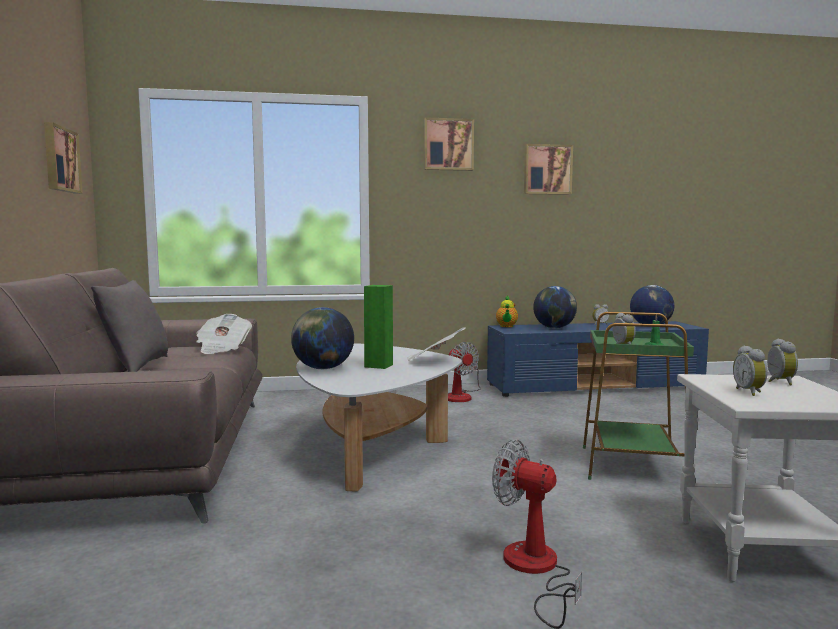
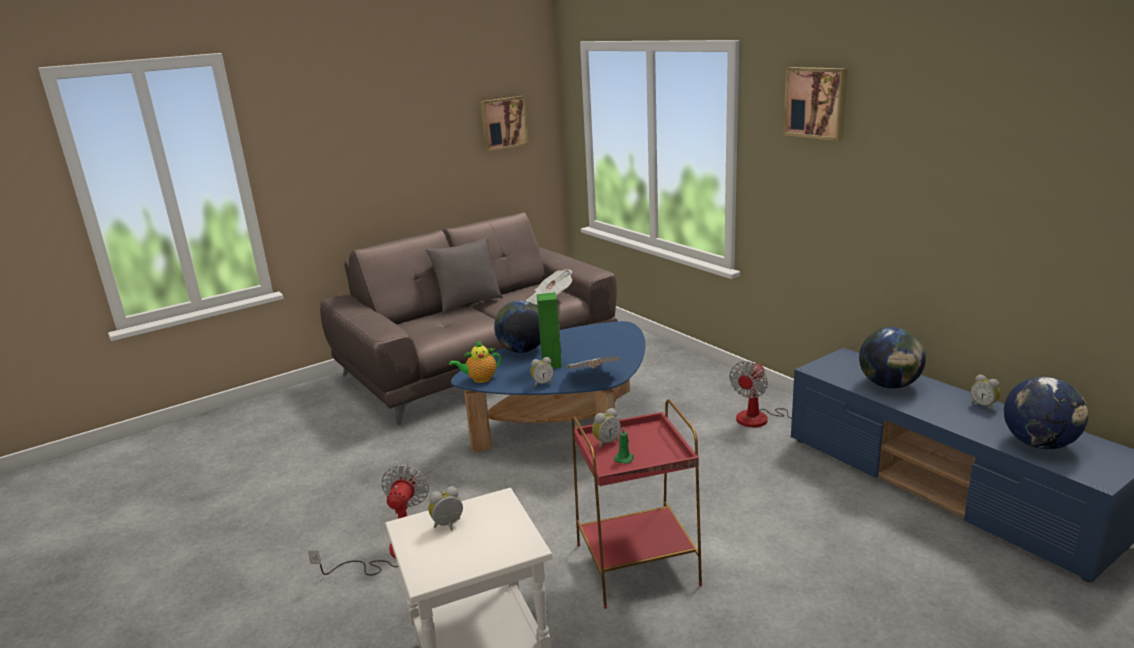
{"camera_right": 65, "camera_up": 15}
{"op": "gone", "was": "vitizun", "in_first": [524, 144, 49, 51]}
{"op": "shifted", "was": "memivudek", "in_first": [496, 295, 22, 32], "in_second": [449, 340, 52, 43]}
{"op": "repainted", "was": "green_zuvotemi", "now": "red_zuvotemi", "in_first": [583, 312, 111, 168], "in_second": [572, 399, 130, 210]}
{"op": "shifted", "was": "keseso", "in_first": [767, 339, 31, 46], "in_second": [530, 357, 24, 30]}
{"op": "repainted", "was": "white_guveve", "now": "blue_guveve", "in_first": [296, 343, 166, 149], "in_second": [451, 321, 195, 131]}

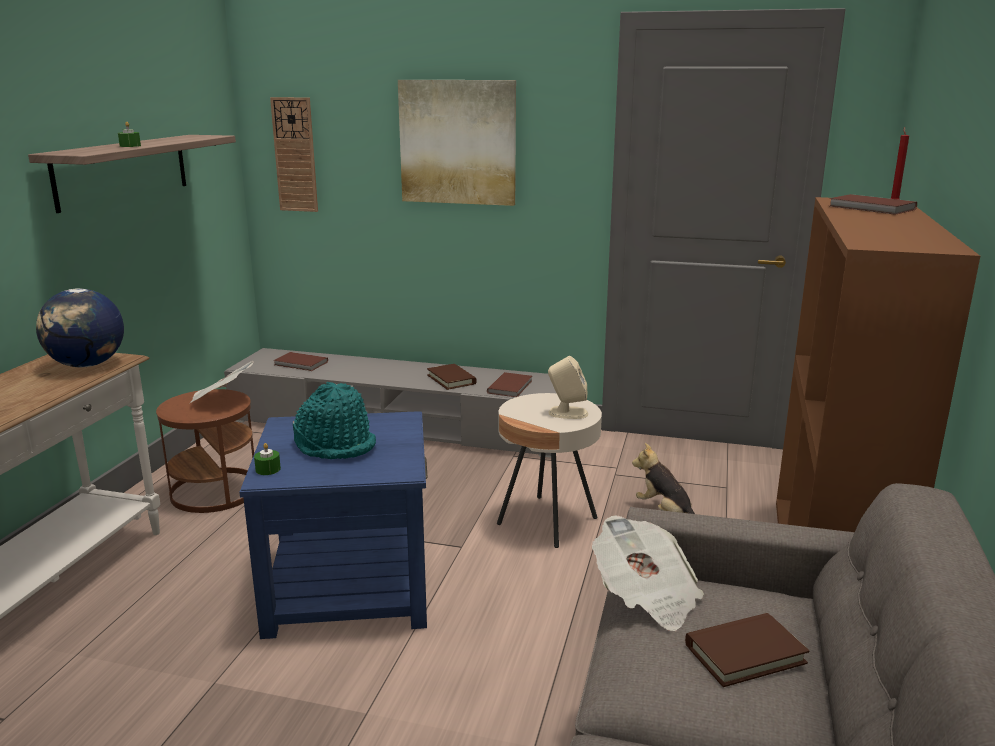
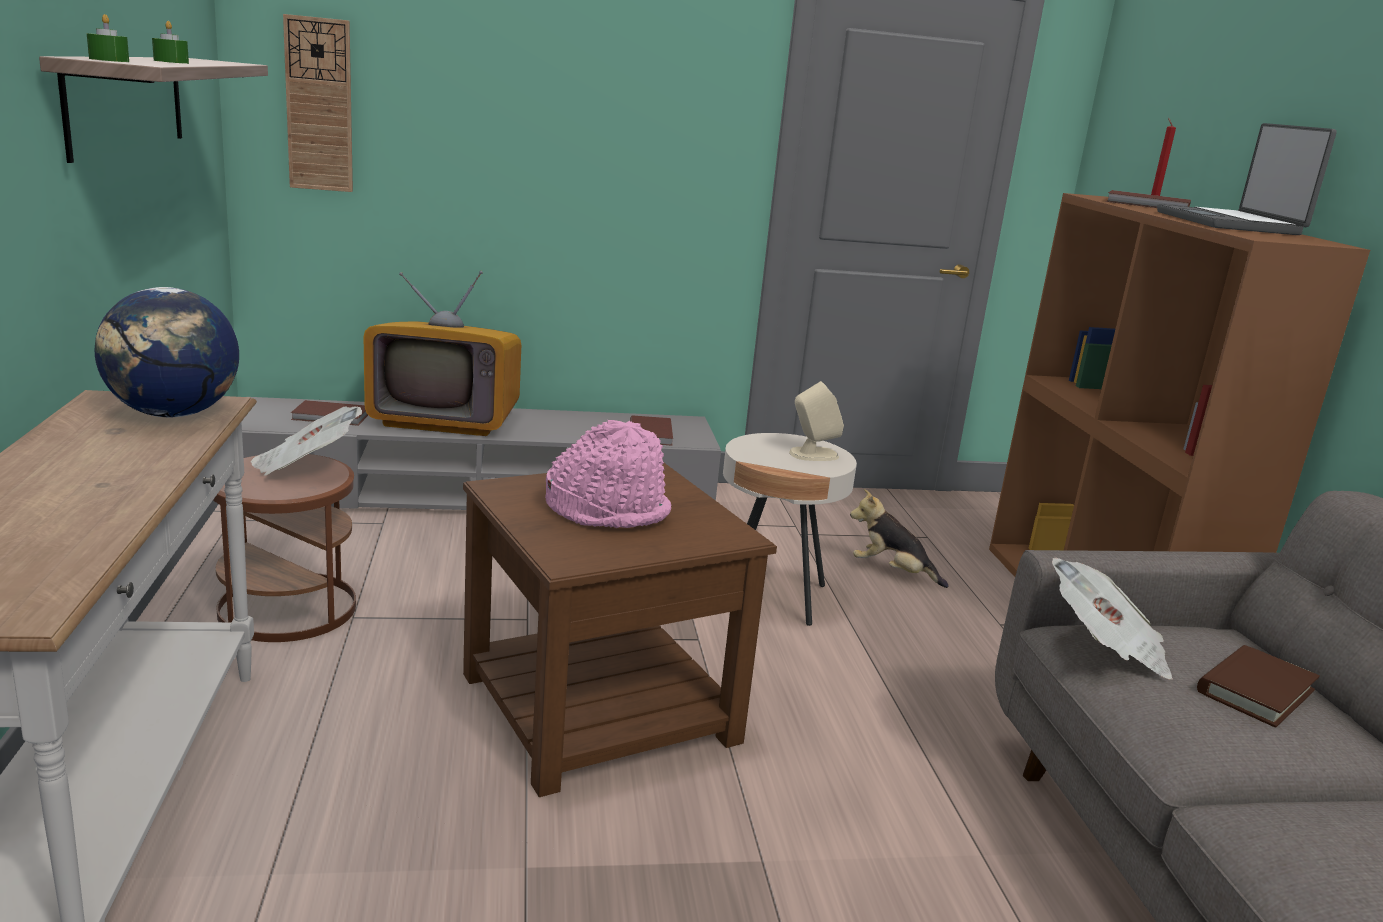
{"camera_right": -25, "camera_up": 0}
{"op": "gone", "was": "vitizun", "in_first": [398, 80, 118, 126]}
{"op": "gone", "was": "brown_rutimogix", "in_first": [427, 364, 50, 26]}
{"op": "repainted", "was": "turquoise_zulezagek", "now": "pink_zulezagek", "in_first": [293, 382, 83, 77], "in_second": [545, 420, 126, 108]}
{"op": "repainted", "was": "blue_zuvotemi", "now": "brown_zuvotemi", "in_first": [239, 411, 188, 228], "in_second": [463, 463, 314, 334]}
{"op": "shifted", "was": "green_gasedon", "in_first": [254, 443, 27, 32], "in_second": [87, 14, 42, 48]}
{"op": "new", "now": "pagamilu", "in_second": [1157, 123, 180, 112]}
{"op": "new", "now": "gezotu", "in_second": [363, 271, 158, 165]}

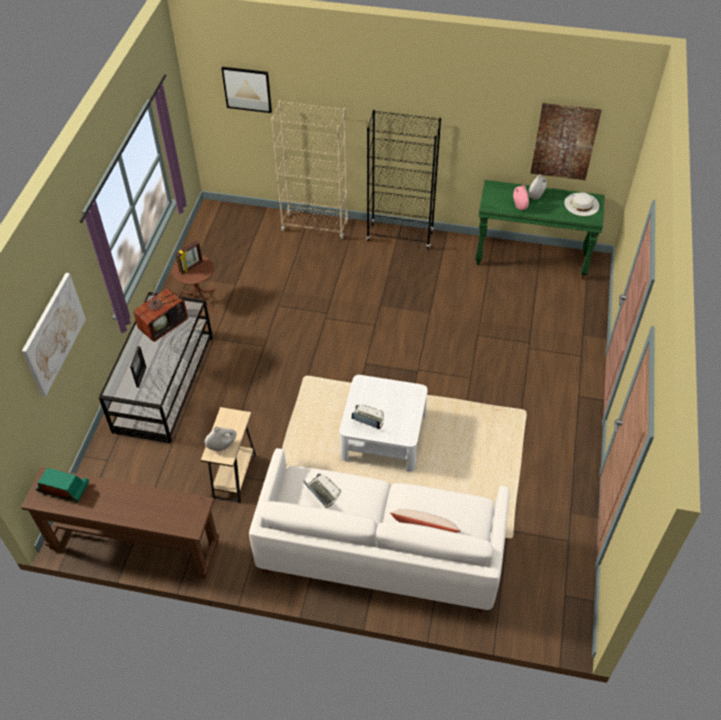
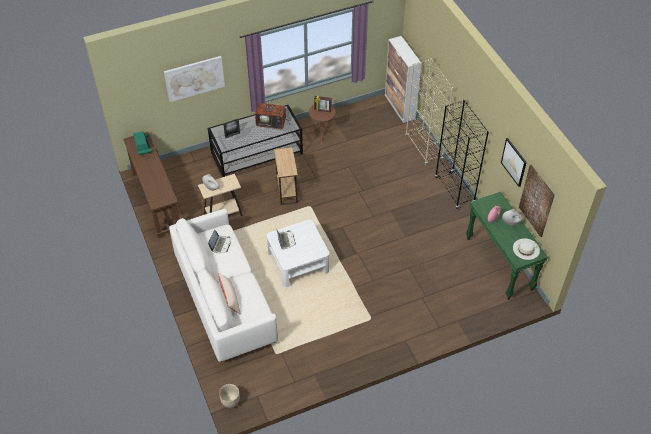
{"camera_right": 55, "camera_up": 0}
{"op": "shifted", "was": "vitizun", "in_first": [221, 67, 51, 46], "in_second": [501, 138, 26, 49]}
{"op": "new", "now": "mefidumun", "in_second": [385, 36, 37, 87]}
{"op": "new", "now": "brown_zuvotemi", "in_second": [274, 147, 24, 58]}
{"op": "new", "now": "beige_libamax", "in_second": [219, 384, 21, 24]}

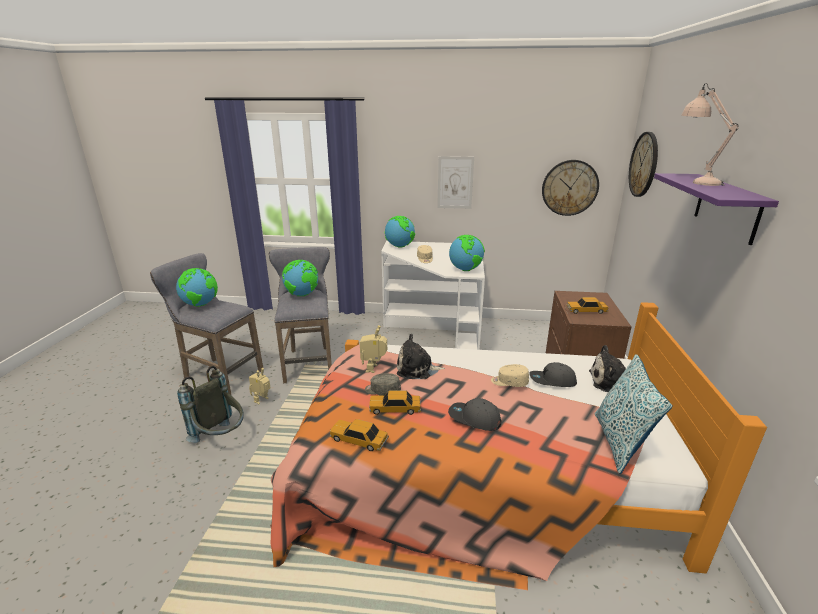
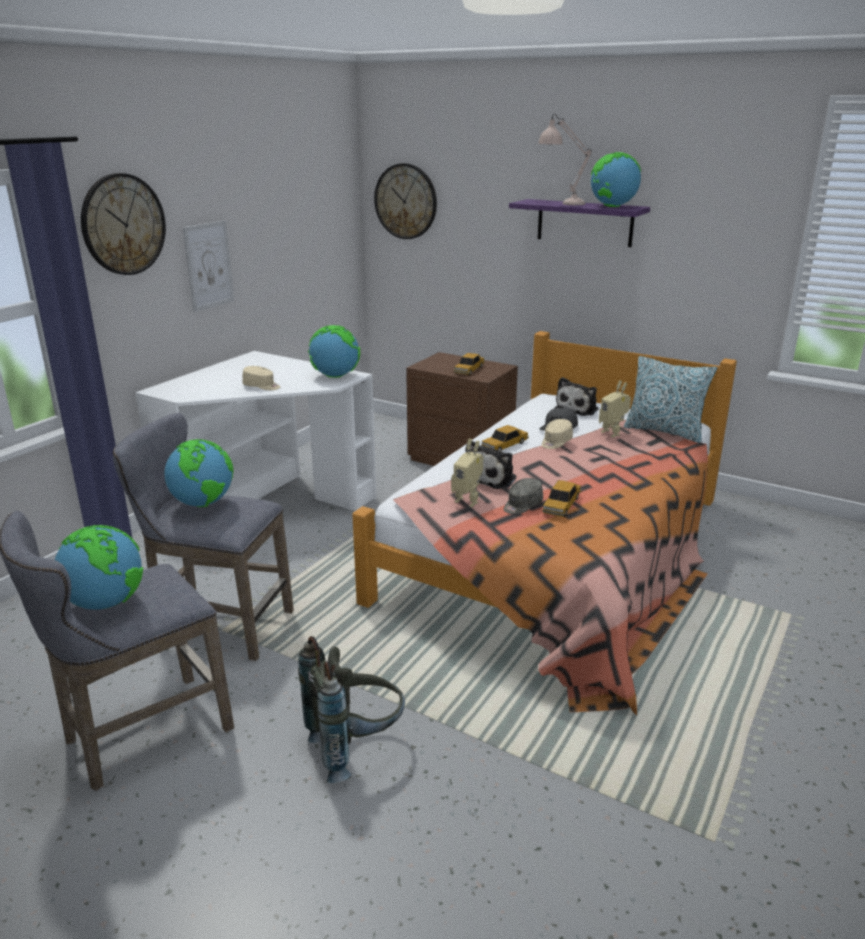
{"camera_right": -65, "camera_up": 0}
{"op": "shifted", "was": "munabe", "in_first": [542, 160, 57, 56], "in_second": [81, 173, 85, 102]}
{"op": "shifted", "was": "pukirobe", "in_first": [384, 216, 31, 32], "in_second": [591, 152, 50, 55]}
{"op": "shifted", "was": "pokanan", "in_first": [249, 368, 22, 36], "in_second": [599, 380, 32, 57]}
{"op": "gone", "was": "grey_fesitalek", "in_first": [448, 398, 53, 33]}
{"op": "shifted", "was": "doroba", "in_first": [330, 419, 59, 32], "in_second": [481, 425, 48, 26]}

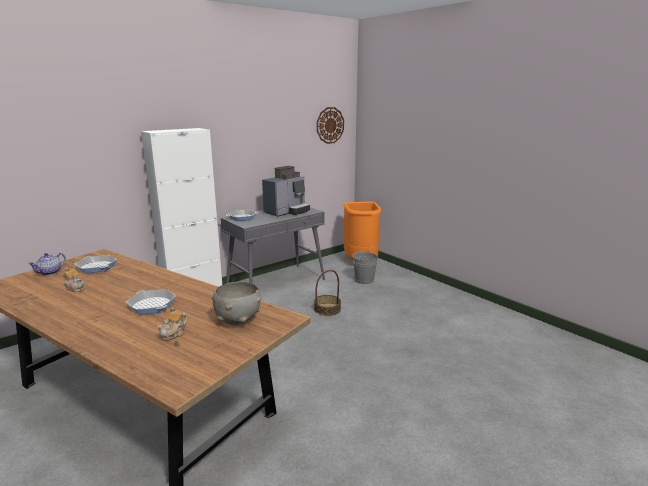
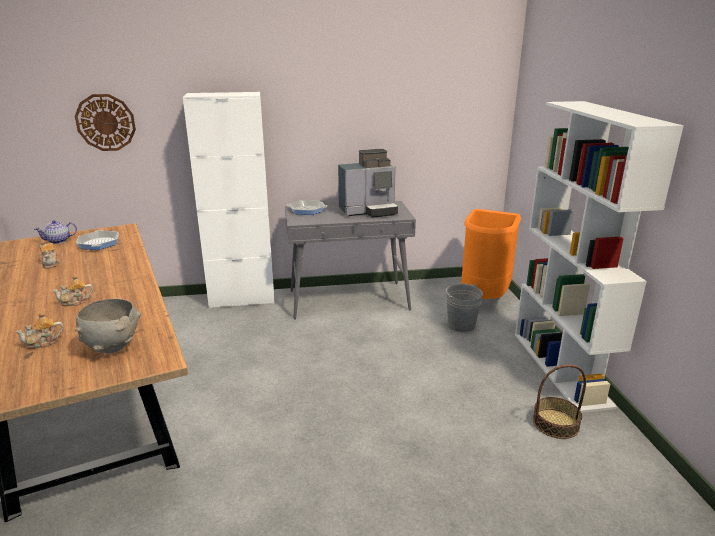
{"camera_right": 30, "camera_up": 5}
{"op": "shifted", "was": "munabe", "in_first": [317, 107, 27, 37], "in_second": [75, 94, 61, 57]}
{"op": "shifted", "was": "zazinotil", "in_first": [314, 270, 27, 46], "in_second": [533, 364, 53, 75]}
{"op": "swapped", "was": "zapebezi", "now": "memivudek", "in_first": [126, 289, 50, 26], "in_second": [52, 275, 41, 31]}
{"op": "new", "now": "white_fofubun", "in_second": [515, 101, 169, 312]}

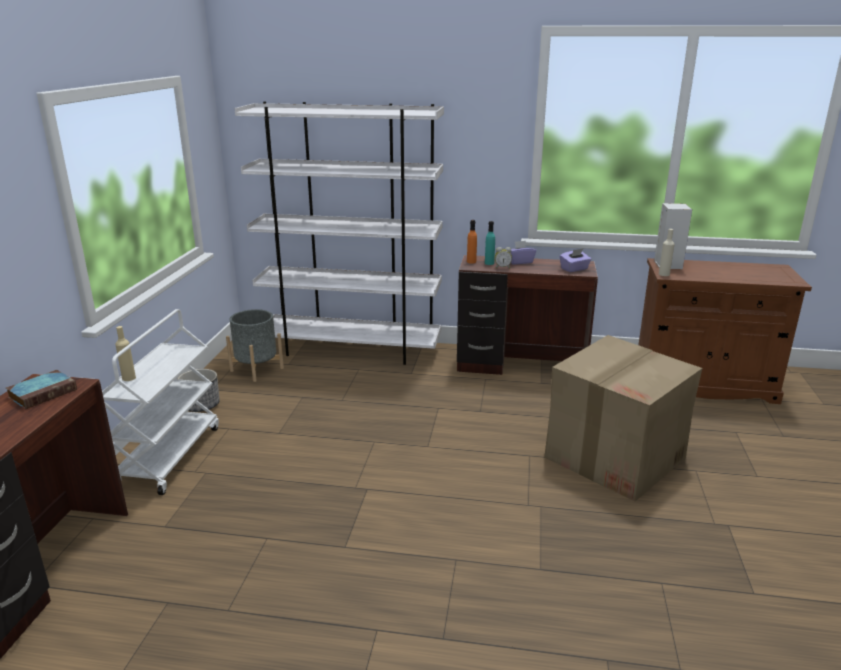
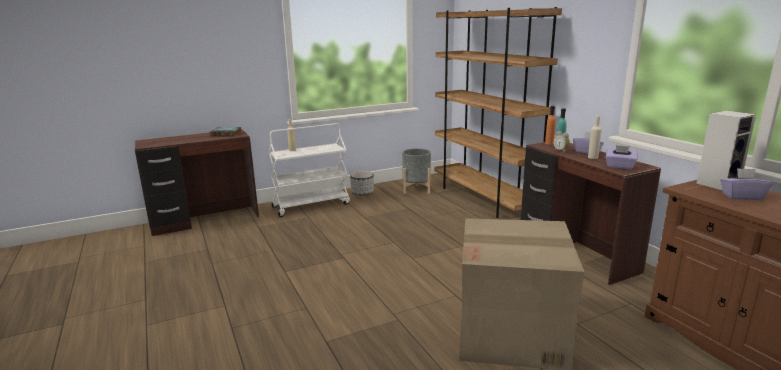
{"camera_right": 55, "camera_up": -5}
{"op": "repainted", "was": "white_fofubun", "now": "brown_fofubun", "in_first": [234, 101, 210, 264], "in_second": [435, 7, 127, 211]}
{"op": "shifted", "was": "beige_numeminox", "in_first": [659, 229, 15, 47], "in_second": [588, 116, 14, 43]}
{"op": "new", "now": "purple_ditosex", "in_second": [721, 168, 51, 32]}

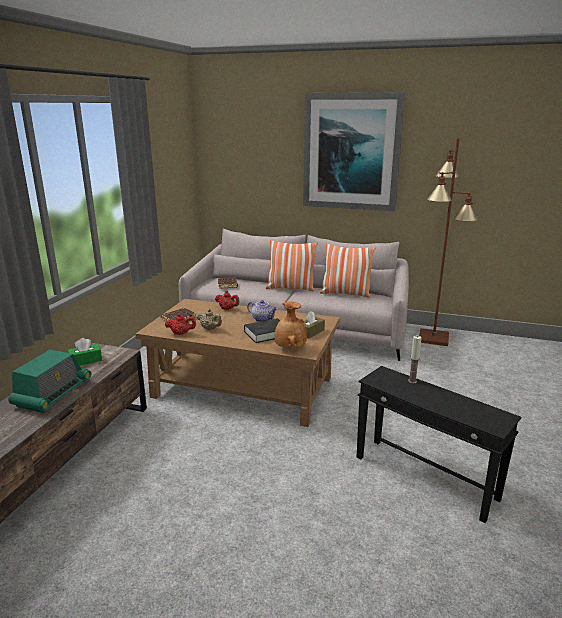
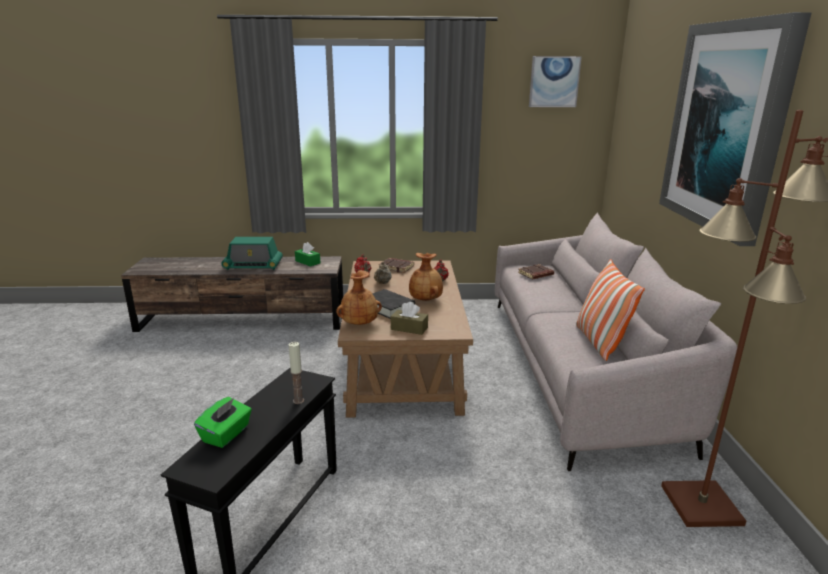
{"camera_right": 70, "camera_up": 0}
{"op": "gone", "was": "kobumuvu", "in_first": [266, 240, 52, 51]}
{"op": "swapped", "was": "memivudek", "now": "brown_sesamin", "in_first": [247, 300, 31, 22], "in_second": [409, 253, 34, 48]}
{"op": "new", "now": "vitizun", "in_second": [529, 56, 53, 51]}
{"op": "new", "now": "green_ditosex", "in_second": [194, 397, 58, 51]}

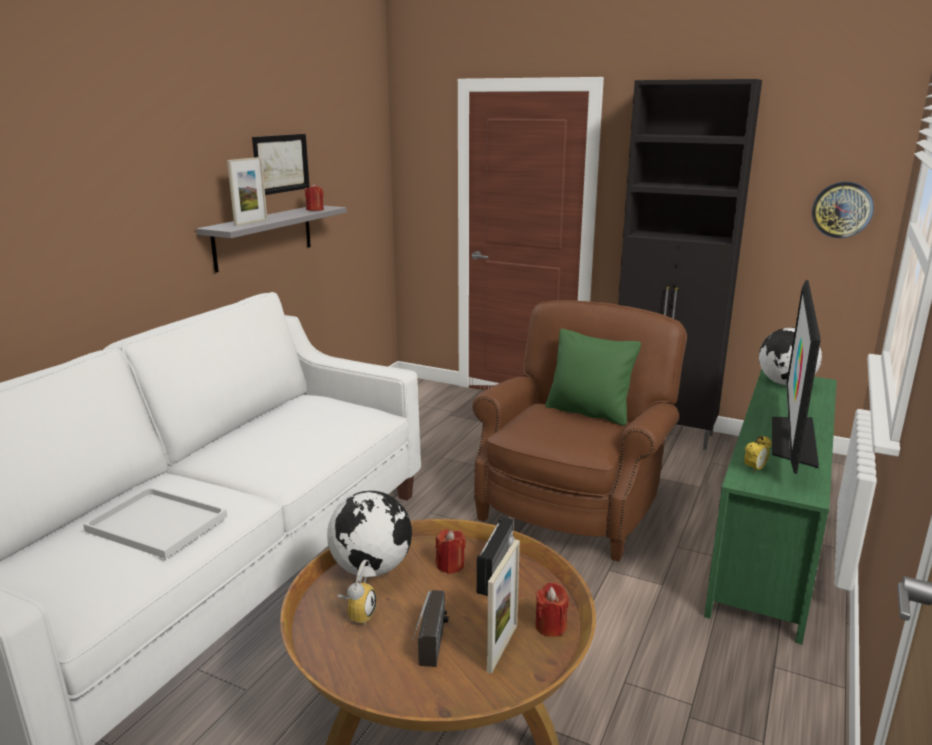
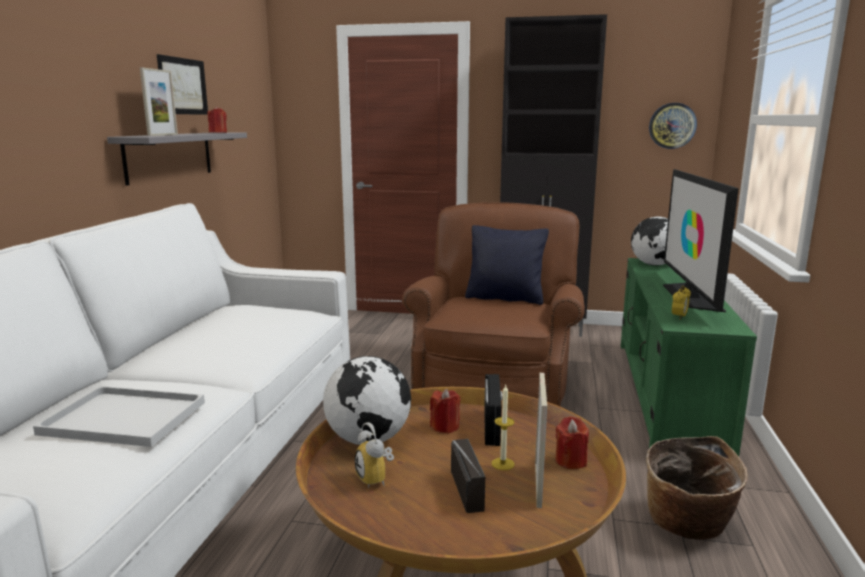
{"camera_right": -15, "camera_up": -5}
{"op": "repainted", "was": "green_kobumuvu", "now": "black_kobumuvu", "in_first": [546, 329, 95, 97], "in_second": [465, 225, 84, 80]}
{"op": "rotated", "was": "keseso", "in_first": [337, 560, 40, 65], "in_second": [355, 422, 39, 66], "clockwise": 150}
{"op": "new", "now": "gasedon", "in_second": [492, 385, 23, 85]}
{"op": "new", "now": "zazinotil", "in_second": [646, 436, 102, 104]}

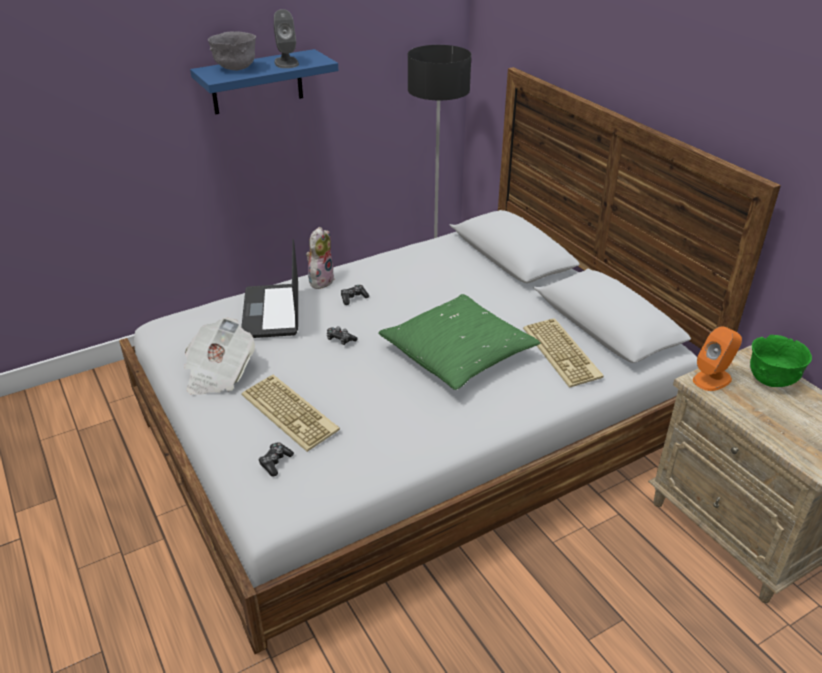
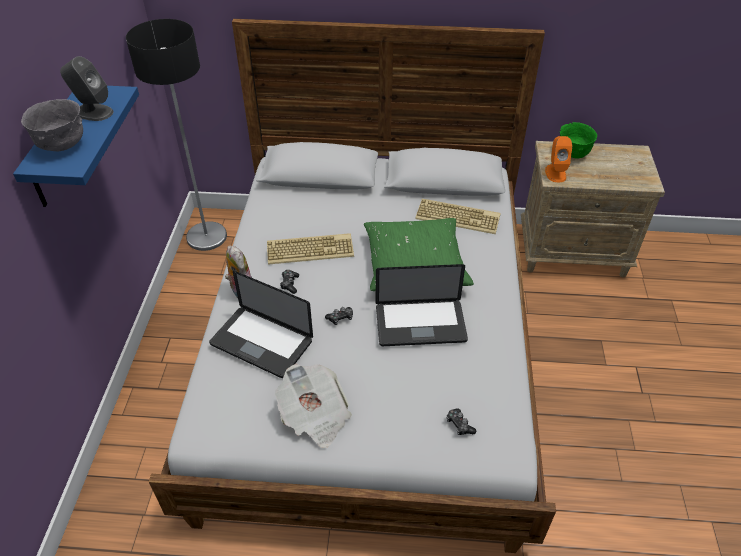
{"camera_right": -55, "camera_up": 10}
{"op": "shifted", "was": "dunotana", "in_first": [242, 375, 98, 77], "in_second": [267, 233, 87, 32]}
{"op": "new", "now": "pagamilu", "in_second": [376, 264, 92, 82]}

